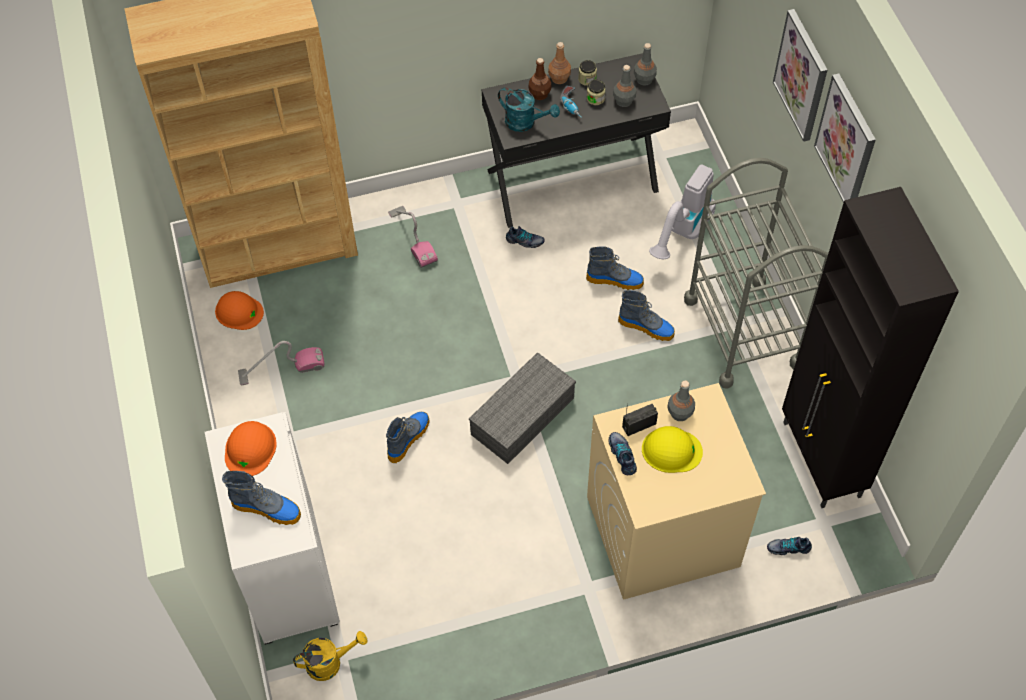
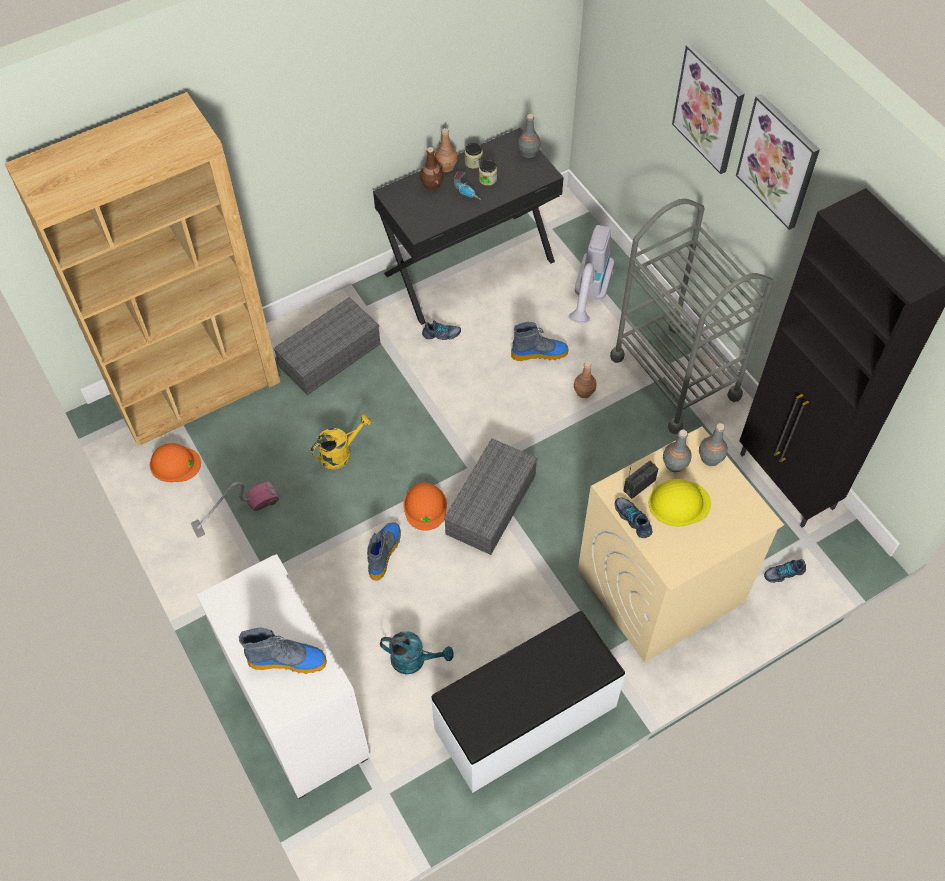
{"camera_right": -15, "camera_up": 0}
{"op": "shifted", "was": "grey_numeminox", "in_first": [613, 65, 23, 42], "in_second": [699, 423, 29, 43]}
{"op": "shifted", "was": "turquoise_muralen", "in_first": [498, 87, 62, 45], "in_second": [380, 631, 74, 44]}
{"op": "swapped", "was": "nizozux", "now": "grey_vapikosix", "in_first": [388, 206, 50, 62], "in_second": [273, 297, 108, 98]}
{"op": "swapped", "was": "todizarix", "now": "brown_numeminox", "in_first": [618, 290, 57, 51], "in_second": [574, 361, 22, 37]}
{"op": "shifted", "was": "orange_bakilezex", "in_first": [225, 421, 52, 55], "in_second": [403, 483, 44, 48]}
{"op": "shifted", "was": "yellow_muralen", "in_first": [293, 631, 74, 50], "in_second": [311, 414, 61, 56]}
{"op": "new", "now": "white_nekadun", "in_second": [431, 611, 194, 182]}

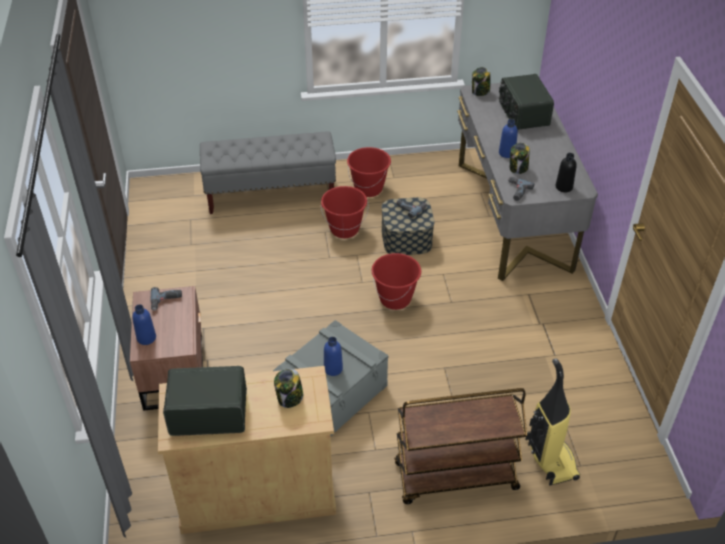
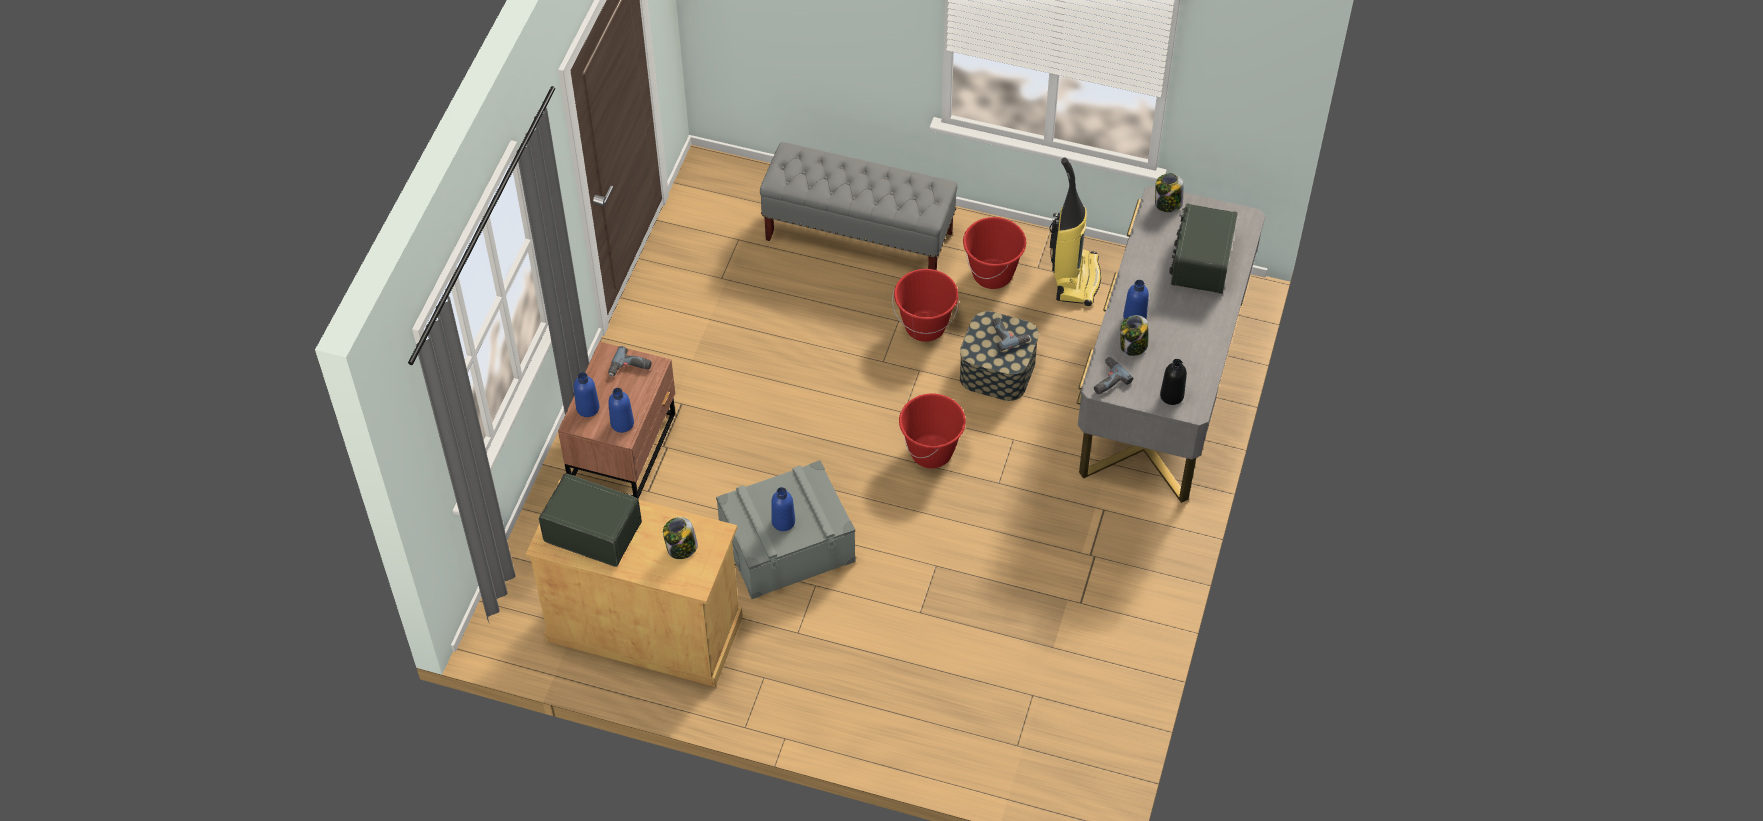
{"camera_right": 25, "camera_up": 10}
{"op": "shifted", "was": "nizozux", "in_first": [525, 358, 55, 127], "in_second": [1049, 158, 52, 148]}
{"op": "gone", "was": "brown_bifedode", "in_first": [395, 388, 132, 116]}
{"op": "new", "now": "blue_numeminox", "in_second": [608, 388, 26, 45]}

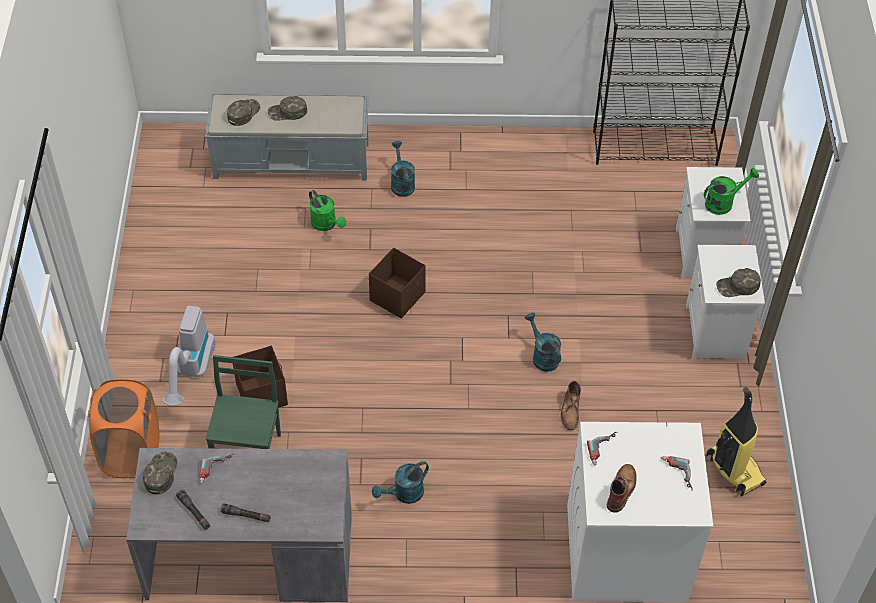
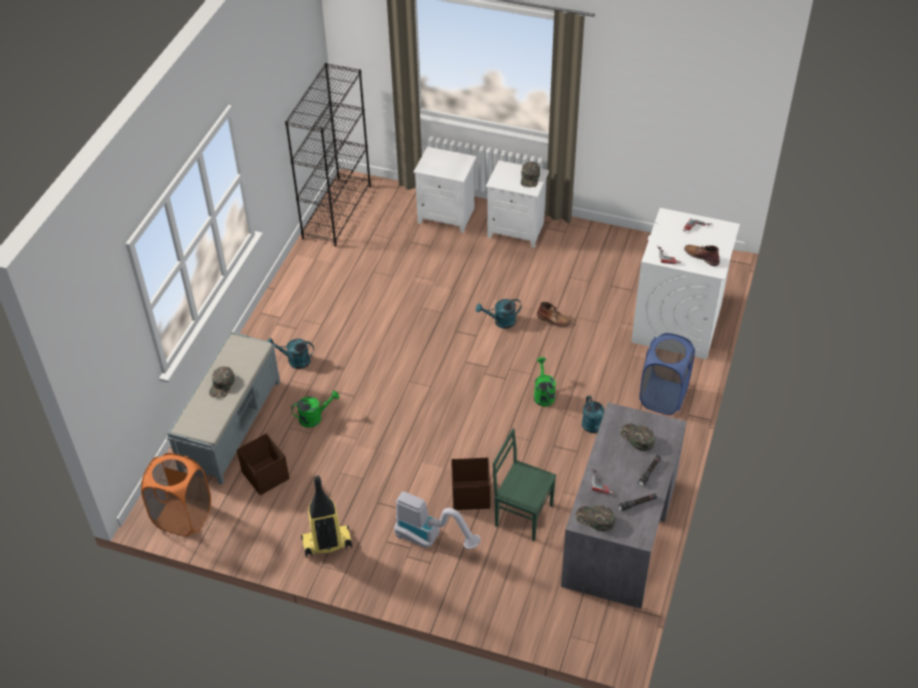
{"camera_right": -70, "camera_up": -5}
{"op": "shifted", "was": "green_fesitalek", "in_first": [227, 99, 33, 27], "in_second": [620, 424, 35, 27]}
{"op": "shifted", "was": "green_muralen", "in_first": [704, 168, 55, 47], "in_second": [534, 357, 22, 50]}
{"op": "shifted", "was": "brown_vapikosix", "in_first": [369, 248, 57, 70], "in_second": [237, 433, 52, 62]}
{"op": "shifted", "was": "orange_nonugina", "in_first": [88, 379, 71, 99], "in_second": [141, 453, 70, 83]}
{"op": "shifted", "was": "nizozux", "in_first": [706, 387, 61, 109], "in_second": [301, 475, 51, 83]}
{"op": "new", "now": "blue_nonugina", "in_second": [639, 333, 56, 82]}

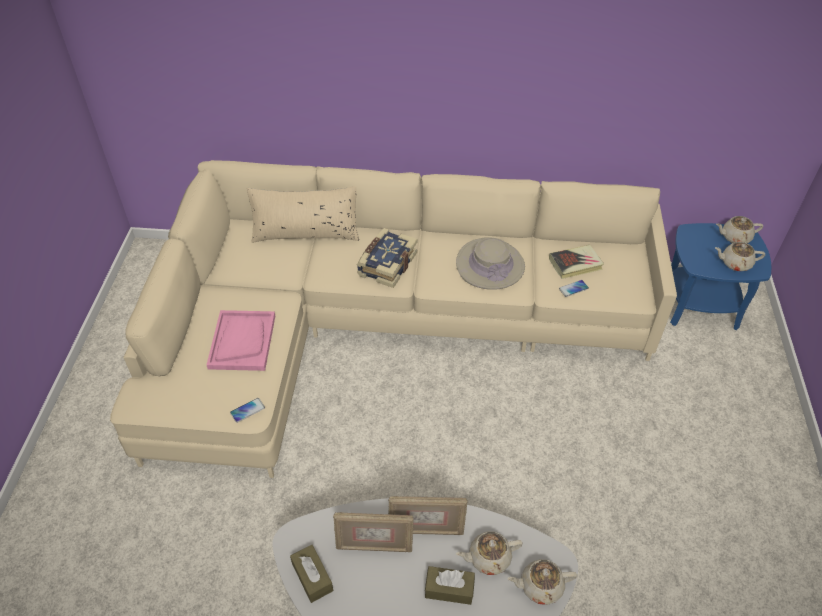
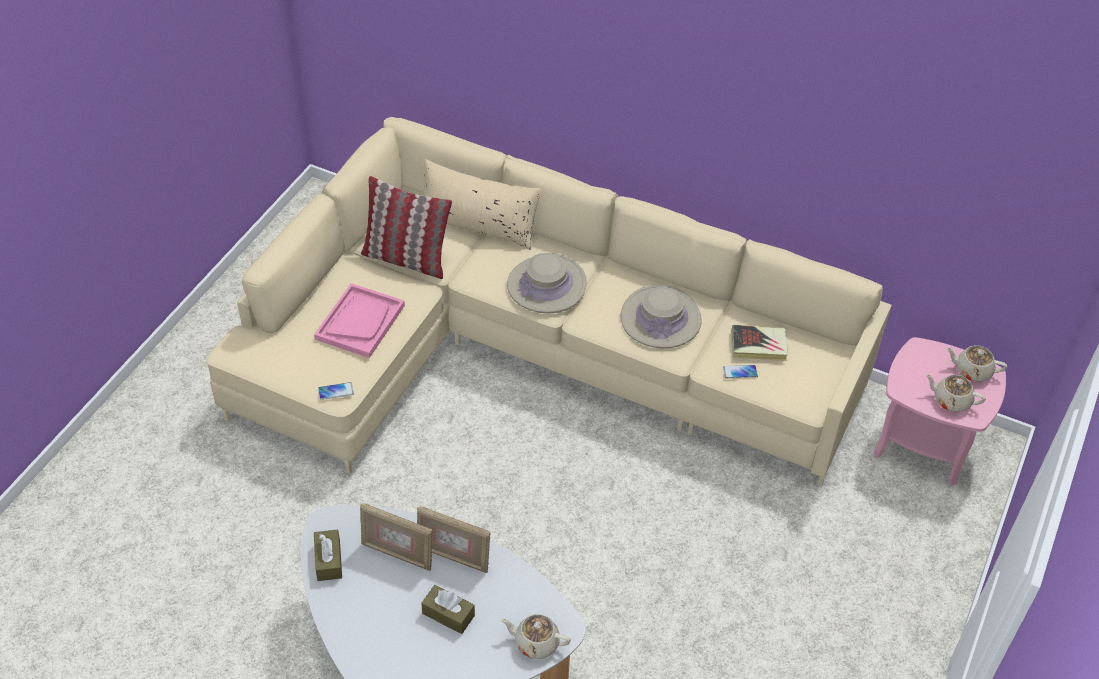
{"camera_right": 20, "camera_up": 0}
{"op": "repainted", "was": "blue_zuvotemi", "now": "pink_zuvotemi", "in_first": [670, 223, 101, 107], "in_second": [874, 337, 132, 149]}
{"op": "swapped", "was": "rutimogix", "now": "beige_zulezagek", "in_first": [357, 228, 61, 60], "in_second": [507, 253, 80, 60]}
{"op": "gone", "was": "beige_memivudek", "in_first": [456, 531, 67, 44]}
{"op": "new", "now": "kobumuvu", "in_second": [361, 176, 91, 103]}

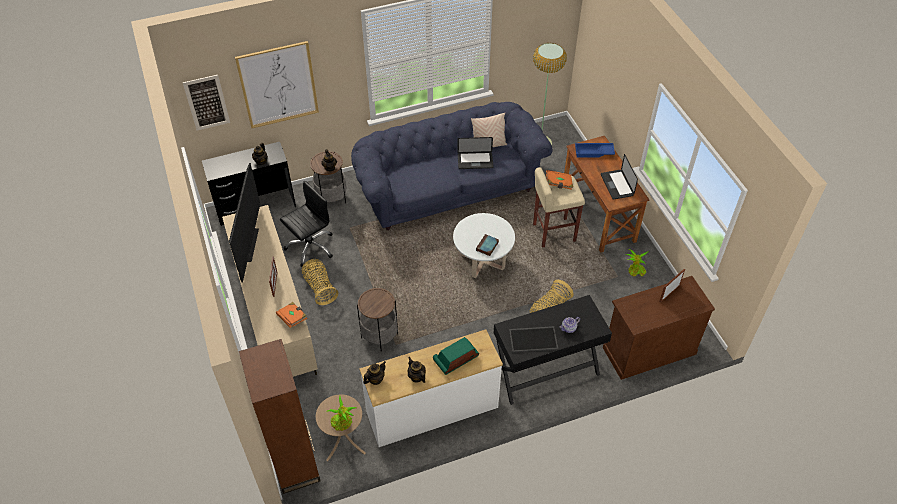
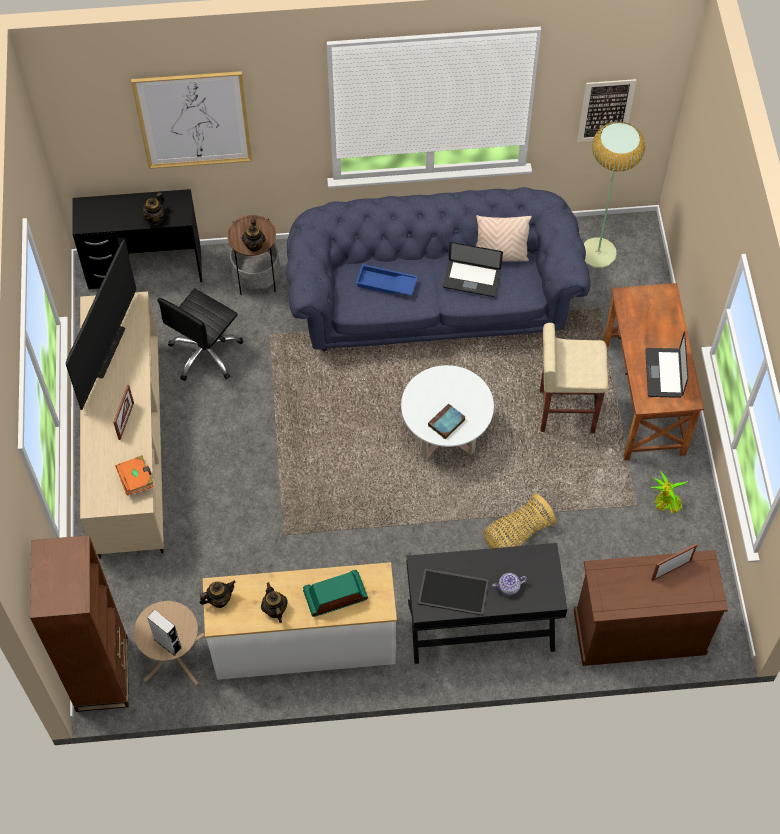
{"camera_right": 15, "camera_up": 10}
{"op": "shifted", "was": "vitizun", "in_first": [183, 75, 47, 56], "in_second": [577, 79, 60, 63]}
{"op": "shifted", "was": "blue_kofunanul", "in_first": [575, 143, 40, 14], "in_second": [356, 264, 62, 32]}
{"op": "gone", "was": "orange_rutimogix", "in_first": [546, 170, 27, 20]}
{"op": "rotated", "was": "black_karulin", "in_first": [280, 181, 53, 86], "in_second": [157, 289, 86, 92], "clockwise": 150}
{"op": "gone", "was": "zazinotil", "in_first": [302, 259, 36, 46]}
{"op": "gone", "was": "zuvotemi", "in_first": [357, 288, 41, 64]}
{"op": "swapped", "was": "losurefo", "now": "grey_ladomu", "in_first": [327, 396, 30, 35], "in_second": [147, 610, 35, 46]}

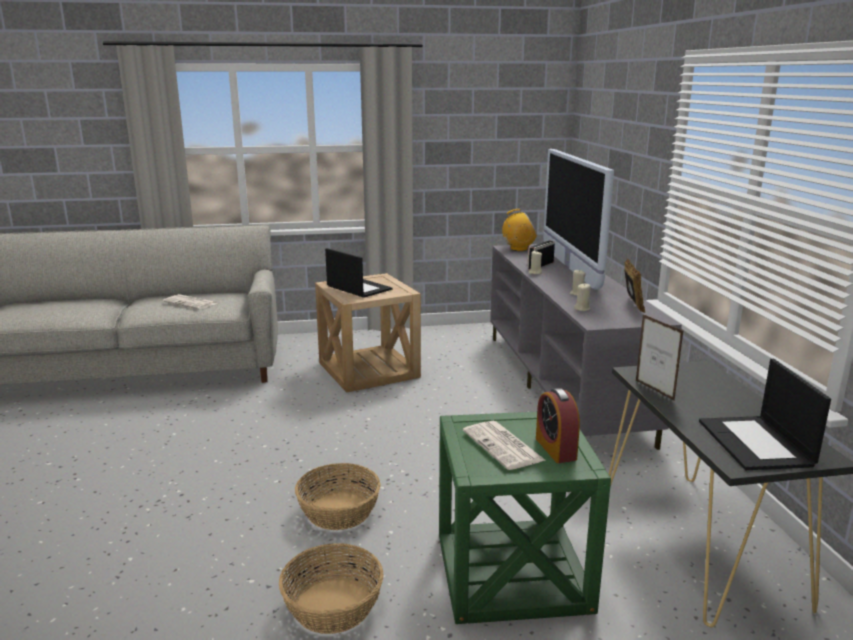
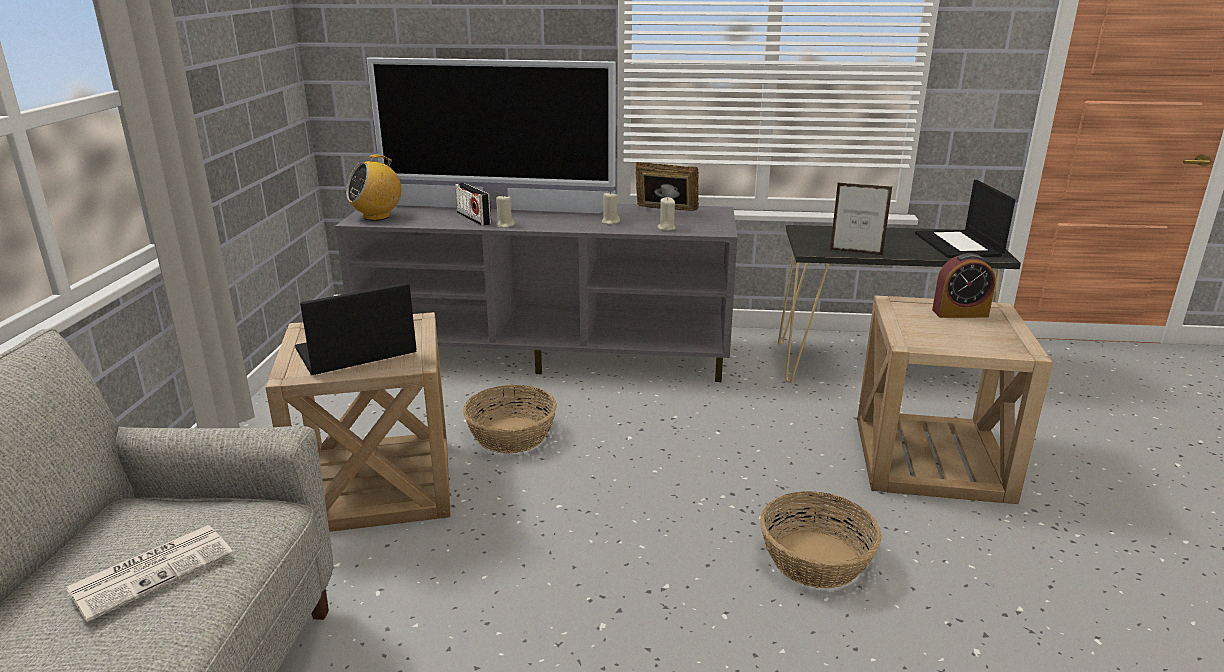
{"camera_right": -75, "camera_up": 5}
{"op": "rotated", "was": "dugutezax", "in_first": [502, 209, 35, 42], "in_second": [346, 155, 55, 66], "clockwise": -135}
{"op": "rotated", "was": "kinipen", "in_first": [636, 314, 47, 87], "in_second": [830, 182, 62, 73], "clockwise": -150}
{"op": "rotated", "was": "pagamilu", "in_first": [699, 359, 132, 111], "in_second": [915, 180, 100, 78], "clockwise": 75}
{"op": "repainted", "was": "green_zuvotemi", "now": "beige_zuvotemi", "in_first": [439, 412, 172, 212], "in_second": [857, 295, 196, 209]}
{"op": "gone", "was": "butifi", "in_first": [463, 421, 82, 49]}
{"op": "shifted", "was": "zazinotil", "in_first": [279, 543, 105, 91], "in_second": [463, 385, 94, 68]}

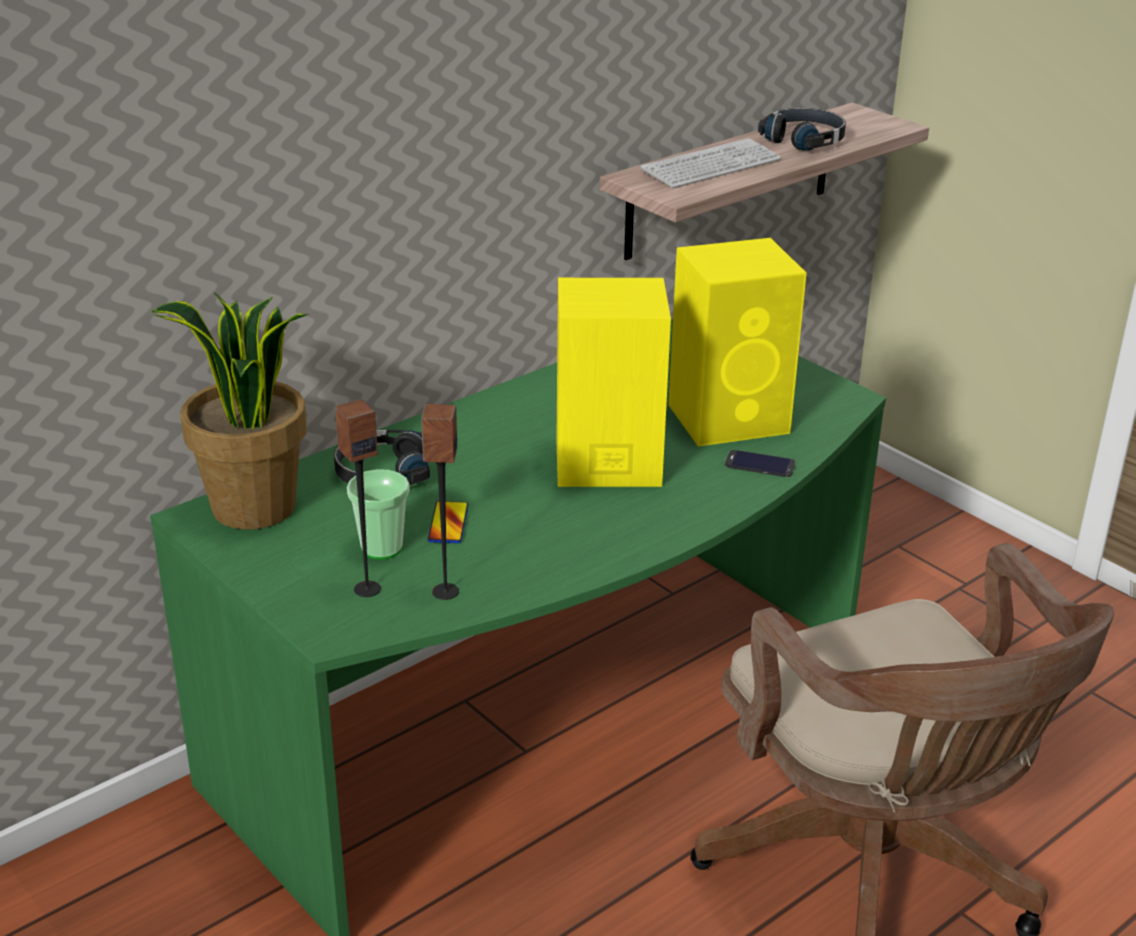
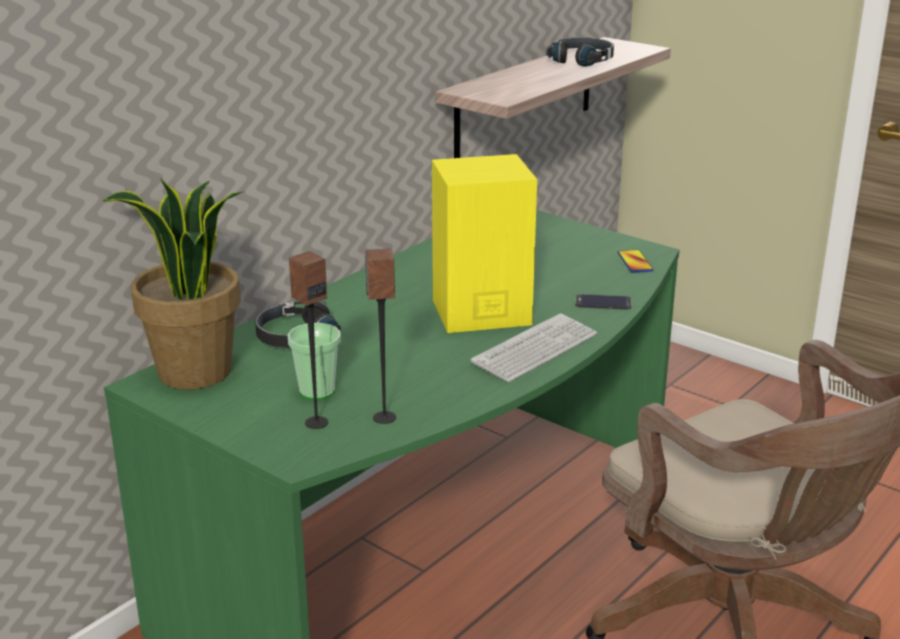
{"camera_right": -10, "camera_up": -5}
{"op": "shifted", "was": "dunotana", "in_first": [640, 138, 141, 50], "in_second": [471, 313, 126, 69]}
{"op": "gone", "was": "yellow_ladomu", "in_first": [668, 238, 139, 208]}
{"op": "shifted", "was": "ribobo", "in_first": [428, 501, 40, 42], "in_second": [618, 250, 35, 23]}

